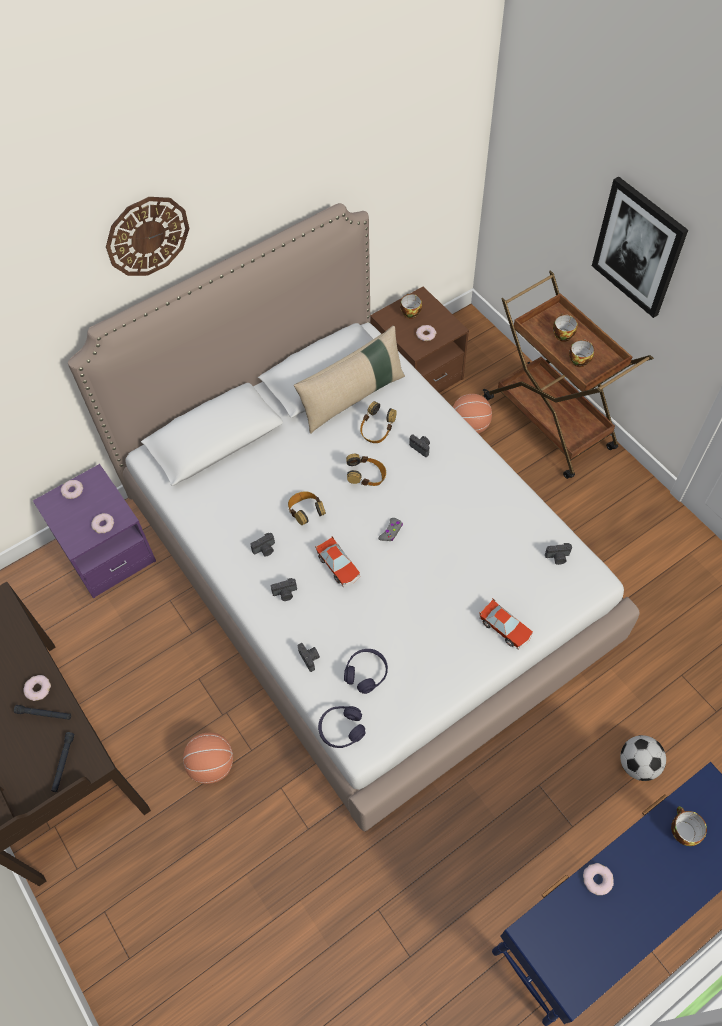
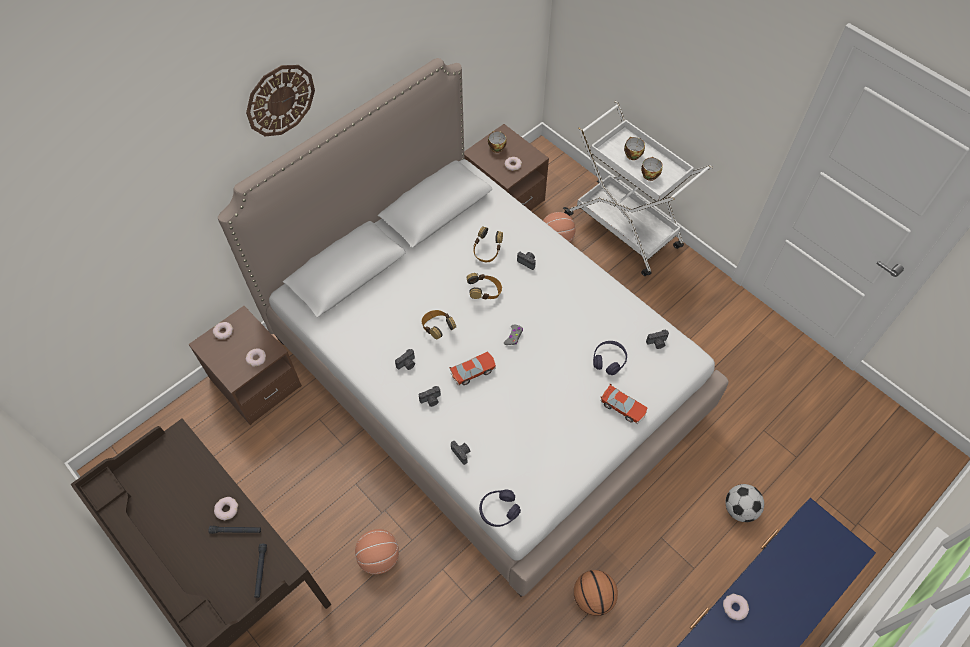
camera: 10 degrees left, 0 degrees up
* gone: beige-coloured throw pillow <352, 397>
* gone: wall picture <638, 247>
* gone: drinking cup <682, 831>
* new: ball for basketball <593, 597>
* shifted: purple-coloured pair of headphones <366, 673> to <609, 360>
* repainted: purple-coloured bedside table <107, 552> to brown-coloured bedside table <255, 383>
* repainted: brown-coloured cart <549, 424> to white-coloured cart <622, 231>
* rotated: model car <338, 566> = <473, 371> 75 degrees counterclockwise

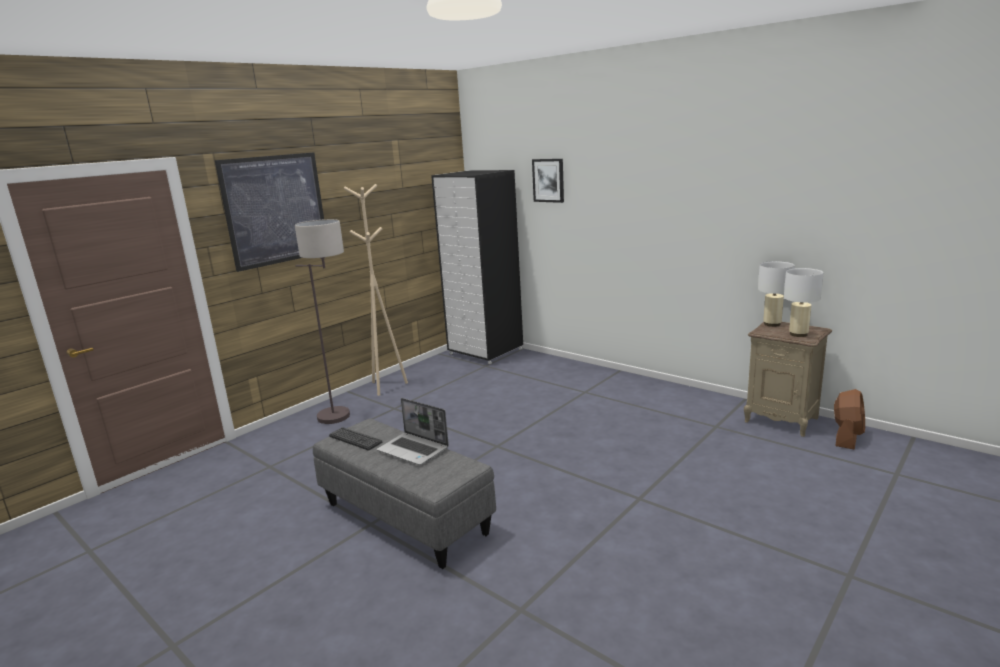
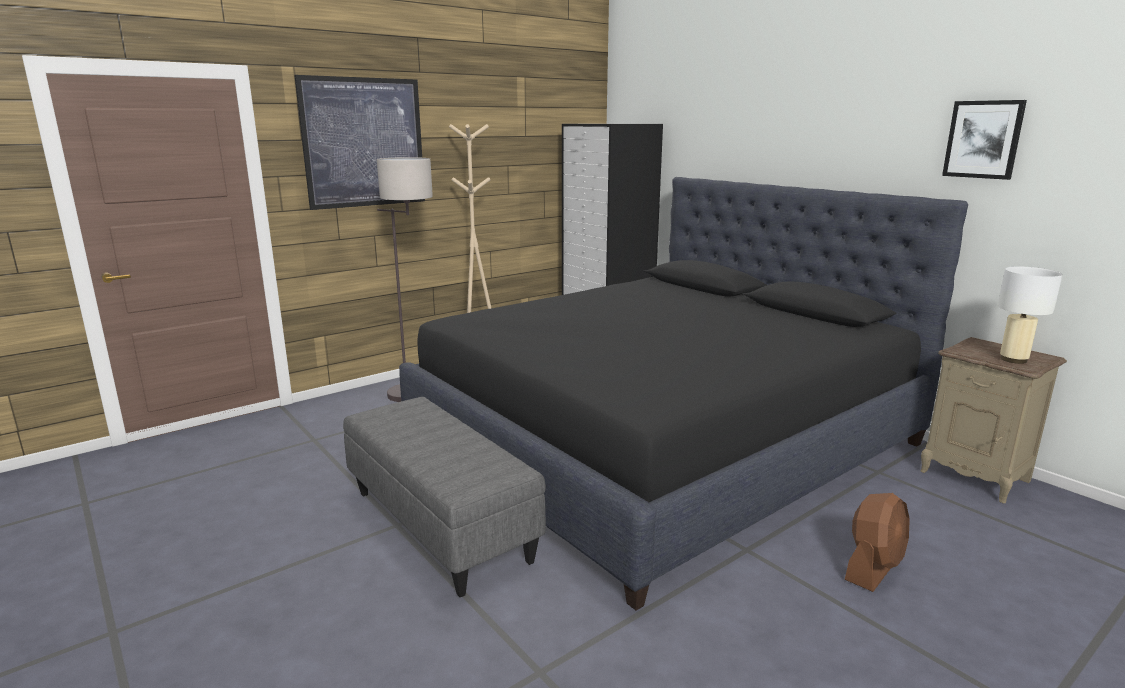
camera: 10 degrees right, 0 degrees up
* gone: keyboard <355, 439>
* gone: notebook computer <414, 450>
* gone: white-coloured table lamp <771, 324>
* new: blackish sleeping bed <661, 439>
* shifted: wall picture <548, 180> to <983, 139>
* shifted: brown-coloured electric fan <847, 437> to <873, 567>

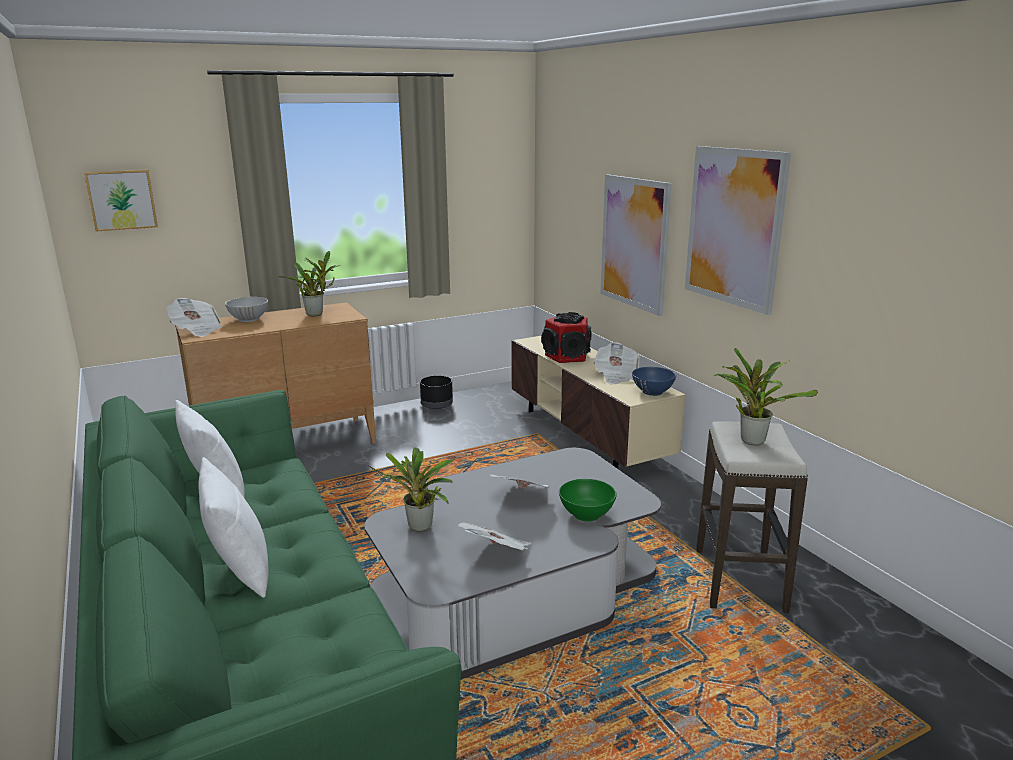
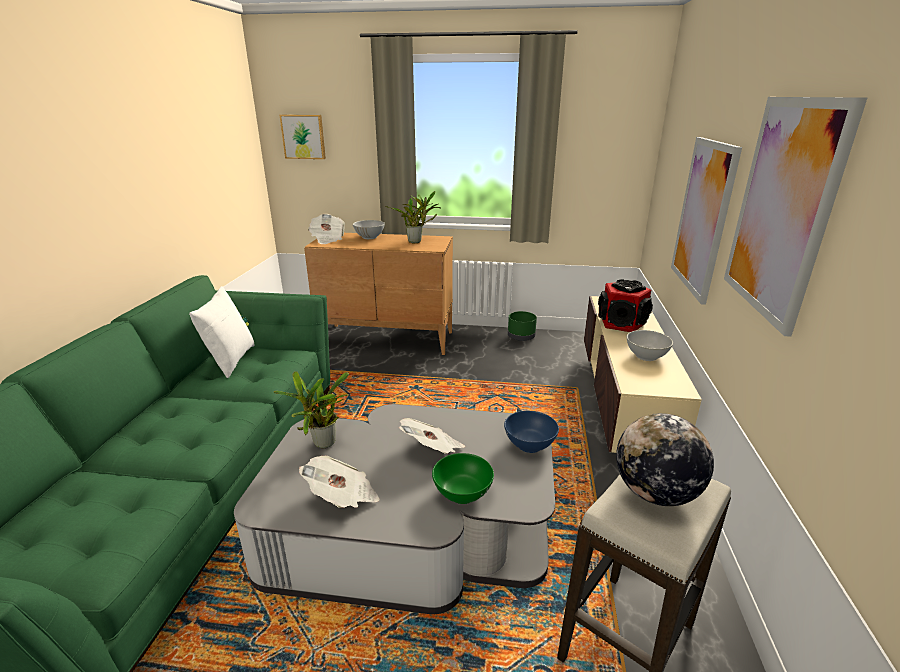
camera: 35 degrees right, 5 degrees up
* gone: white-coloured throw pillow <240, 572>
* shifted: blue bowl <653, 392> to <530, 445>
* swapped: daily paper <616, 376> to white-coloured bowl <646, 356>
* swapped: plant in a pot <750, 440> to desk globe <655, 493>
* repainted: blackish planter <436, 405> to green-coloured planter <520, 337>

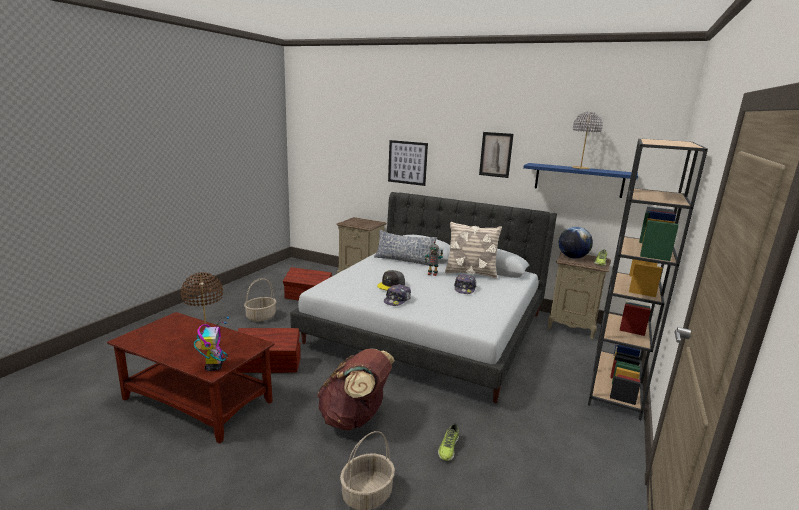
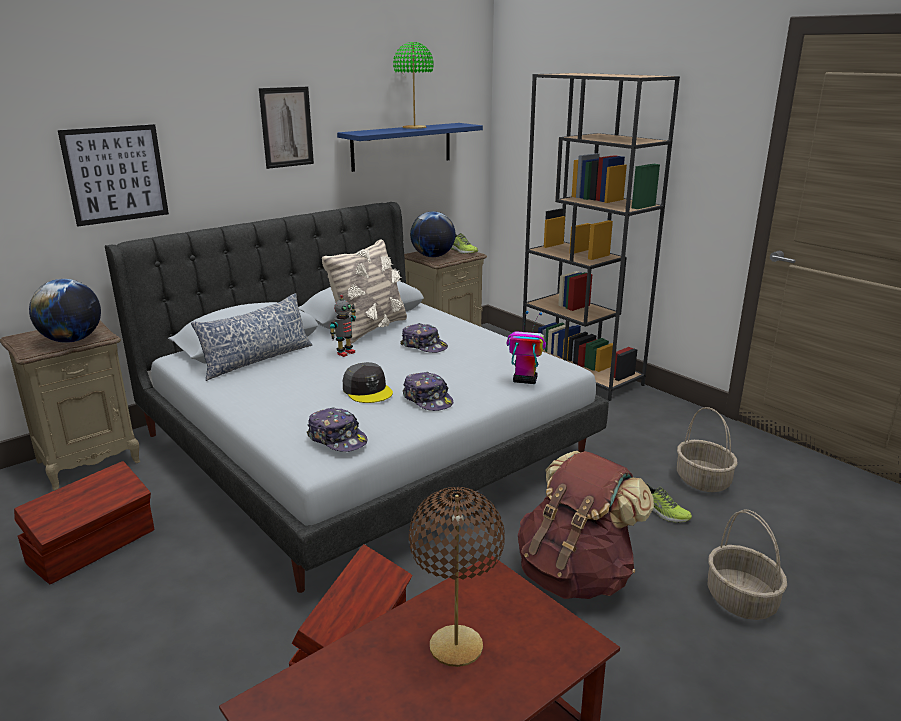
camera: 65 degrees left, 5 degrees up
* new: desk globe <72, 340>
* new: peaked cap <337, 439>
* shifted: toy robot <214, 366> to <524, 380>
* shifted: basket <261, 317> to <702, 480>
* repainted: gray table lamp <580, 168> to green-coloured table lamp <414, 128>

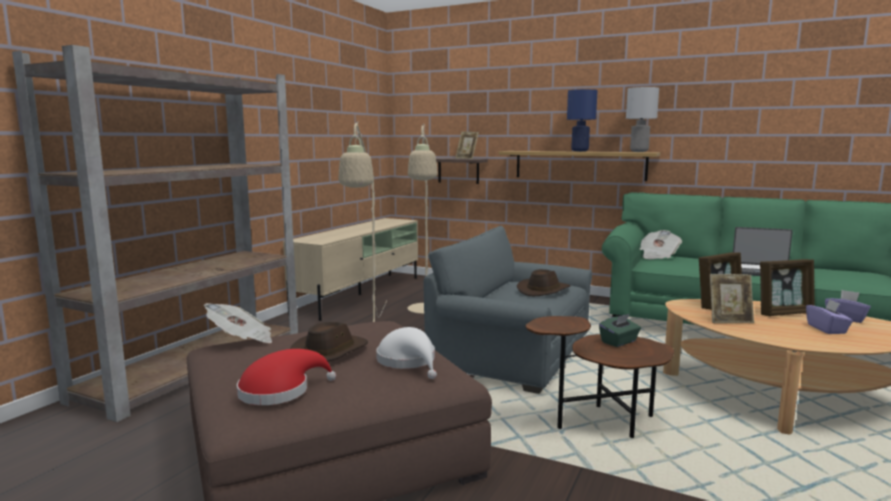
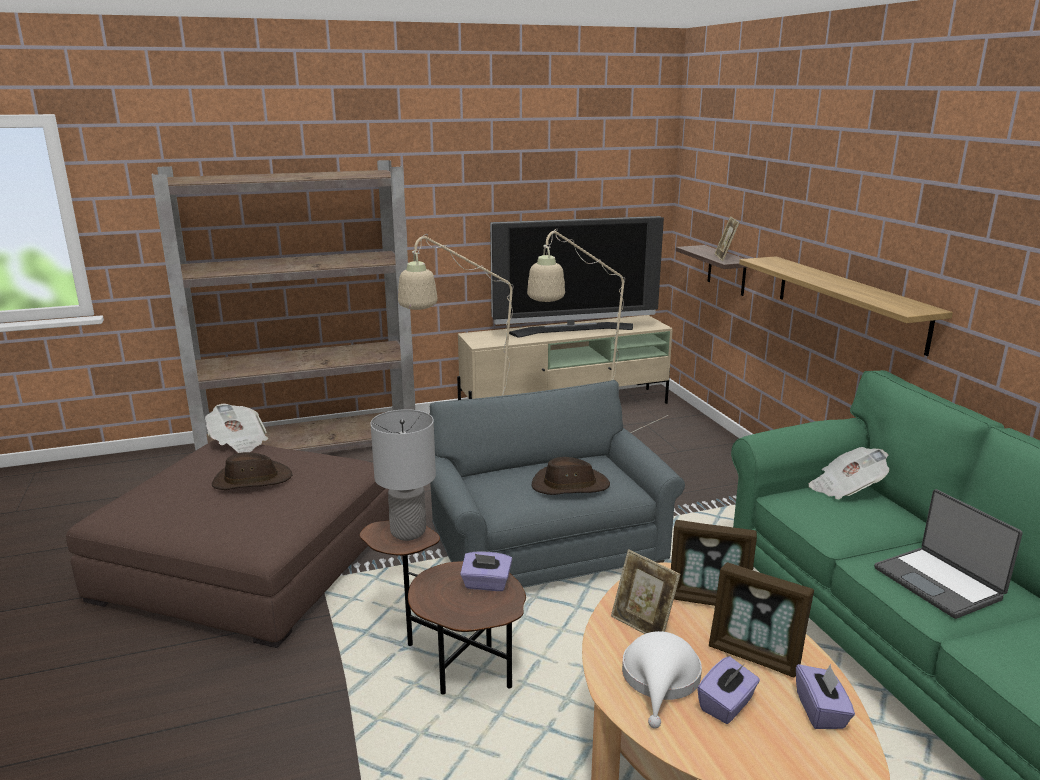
camera: 45 degrees right, 10 degrees up
* gone: reddish clothing hat <279, 391>
* gone: blue table lamp <580, 151>
* new: television <573, 330>
* shifted: white-coloured clothing hat <408, 361> to <660, 680>
* shifted: gray table lamp <639, 152> to <409, 534>
* repainted: green-coloured tissue holder <619, 342> to purple-coloured tissue holder <486, 584>

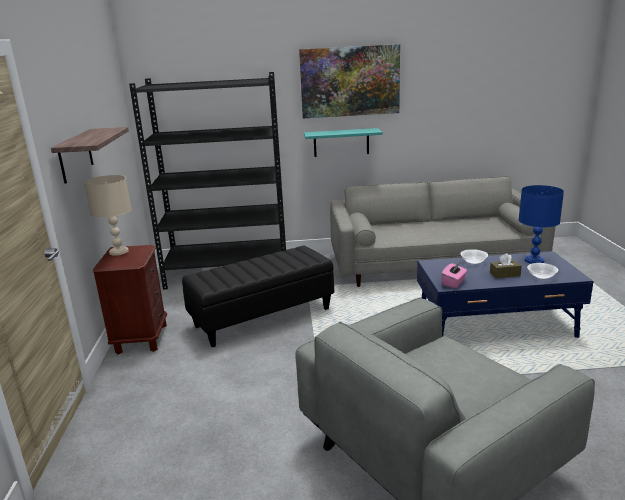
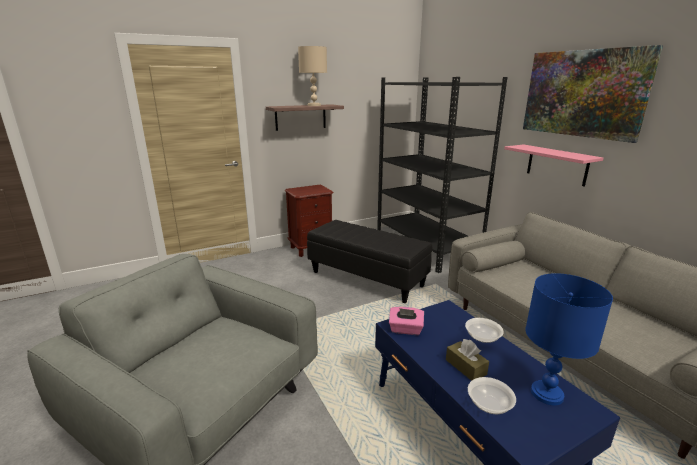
camera: 65 degrees right, 0 degrees up
* shifted: beige-coloured table lamp <118, 252> to <313, 105>
* repainted: turquoise-coloured shelf <341, 142> to pink-coloured shelf <557, 165>

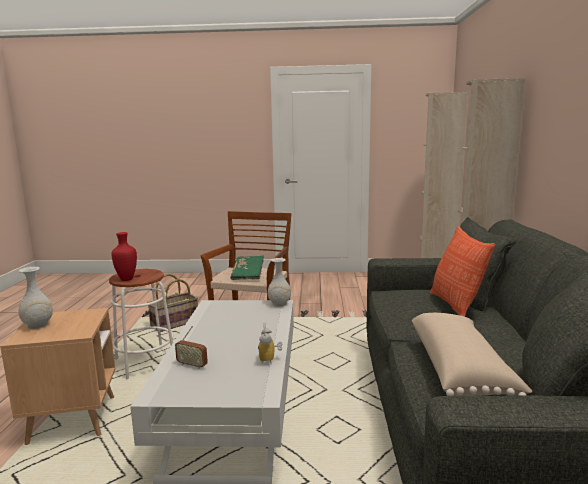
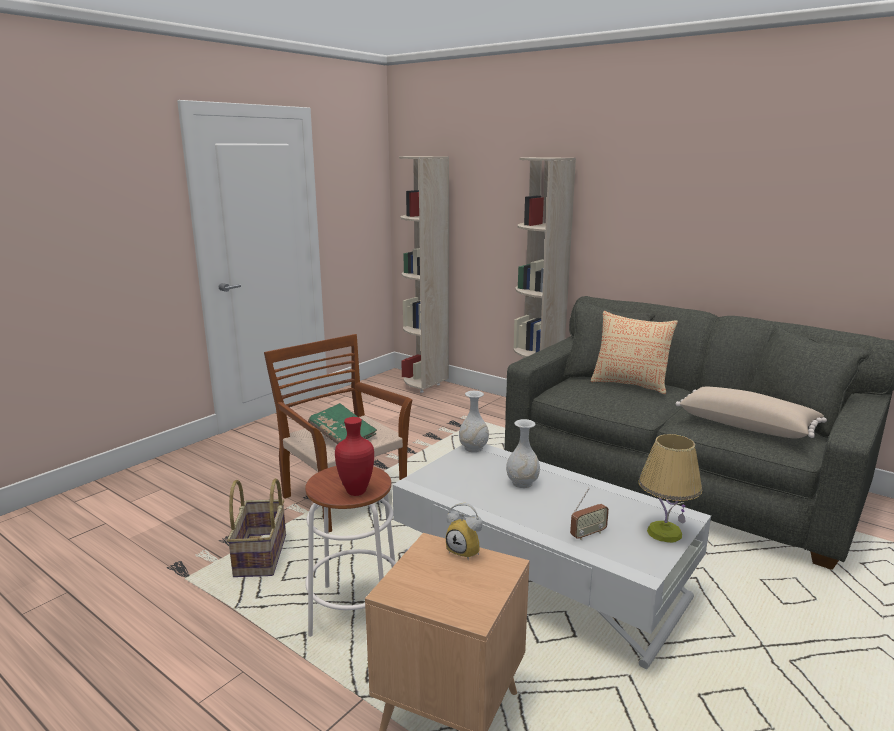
camera: 55 degrees left, 5 degrees up
* new: table lamp <664, 532>
* shifted: white-coloured decorative vase <38, 325> to <523, 483>
* shifted: bedside clock <270, 360> to <466, 551>
* repainted: orange throw pillow <456, 305> to beige-coloured throw pillow <630, 385>

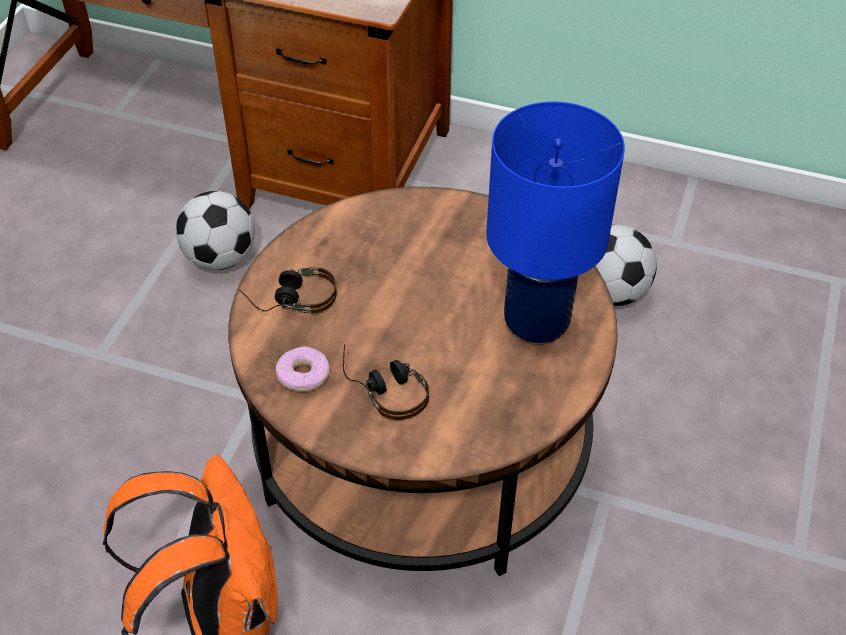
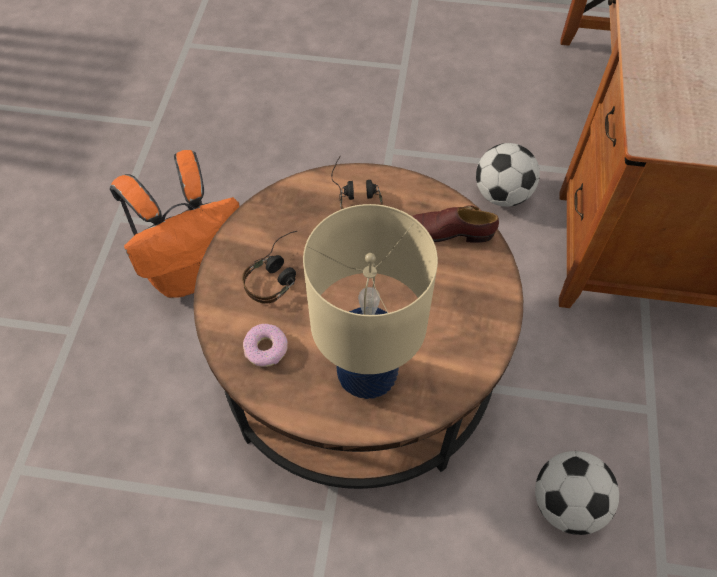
camera: 80 degrees right, 10 degrees up
* new: brown-coloured low shoe <448, 232>
* shifted: ring doughnut <303, 374> to <266, 348>
* repainted: blue table lamp <535, 324> to beige-coloured table lamp <366, 374>

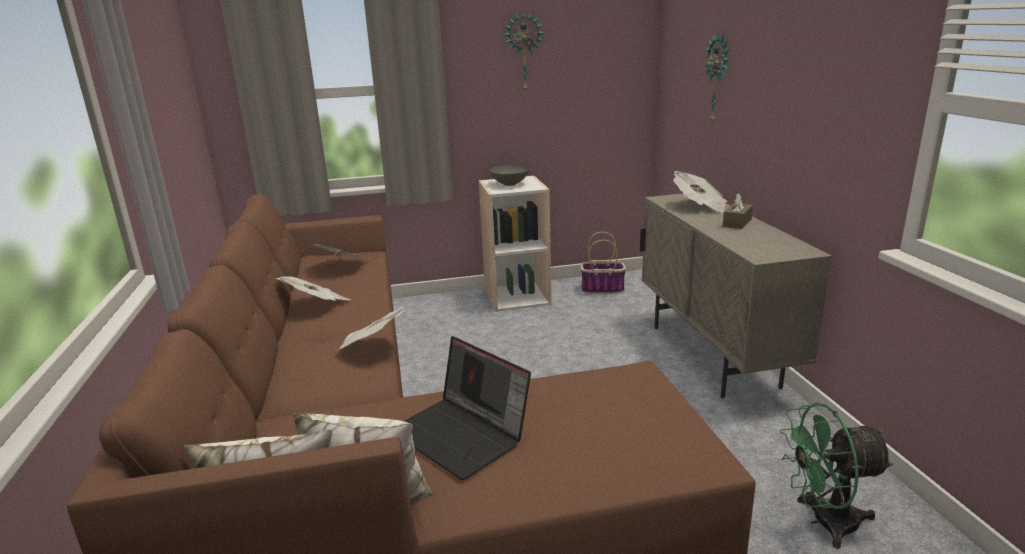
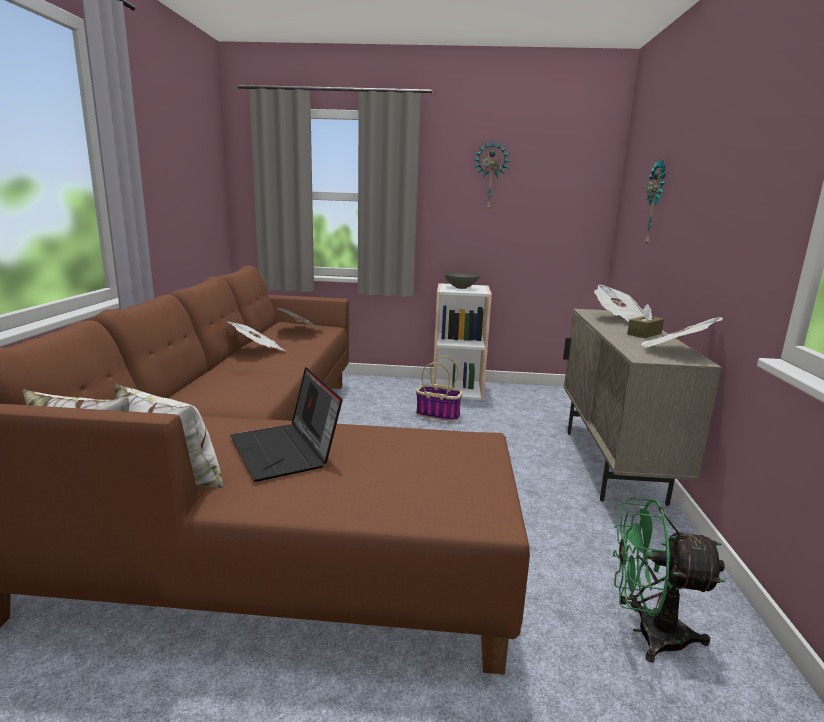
camera: 15 degrees right, 5 degrees down
* shifted: daily paper <372, 345> to <674, 351>
* shifted: basket <603, 289> to <439, 414>

